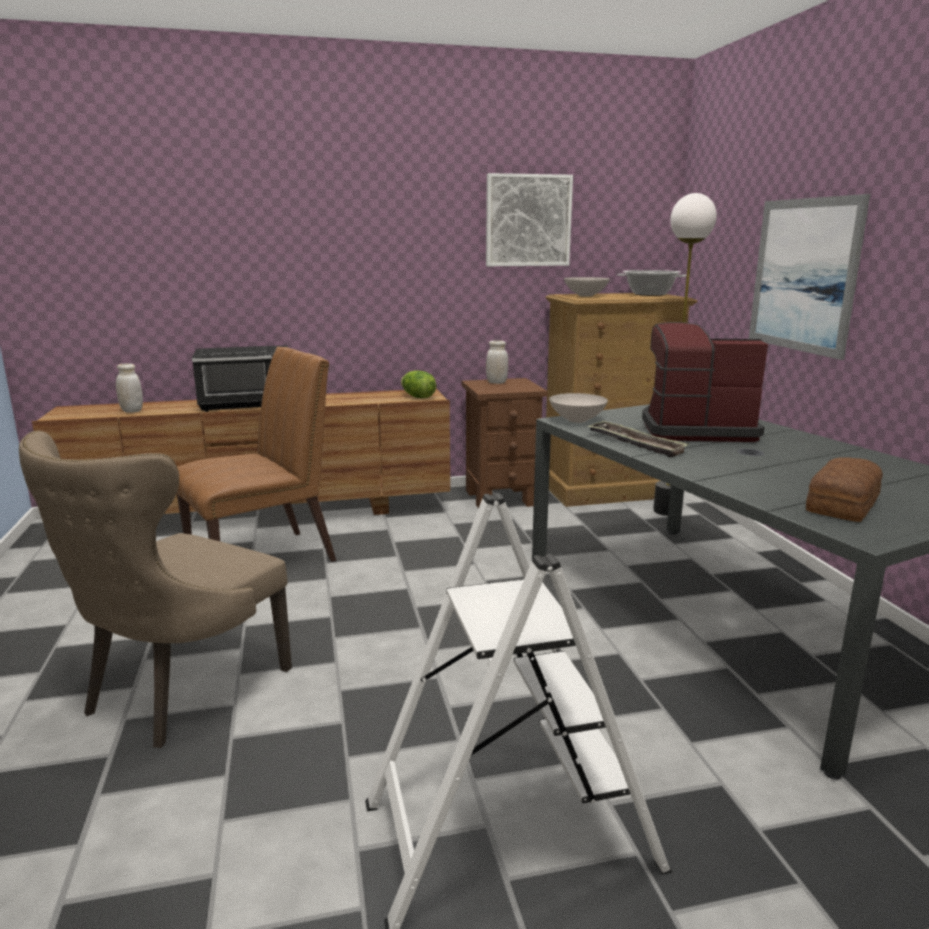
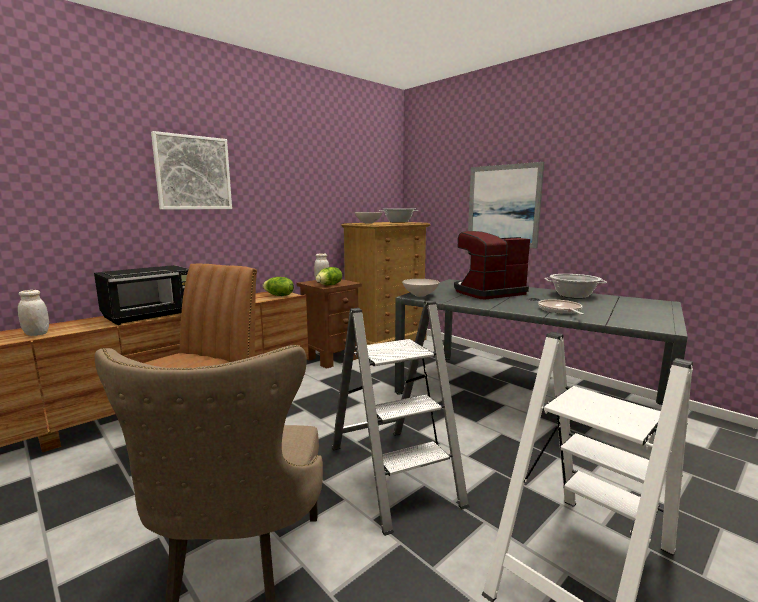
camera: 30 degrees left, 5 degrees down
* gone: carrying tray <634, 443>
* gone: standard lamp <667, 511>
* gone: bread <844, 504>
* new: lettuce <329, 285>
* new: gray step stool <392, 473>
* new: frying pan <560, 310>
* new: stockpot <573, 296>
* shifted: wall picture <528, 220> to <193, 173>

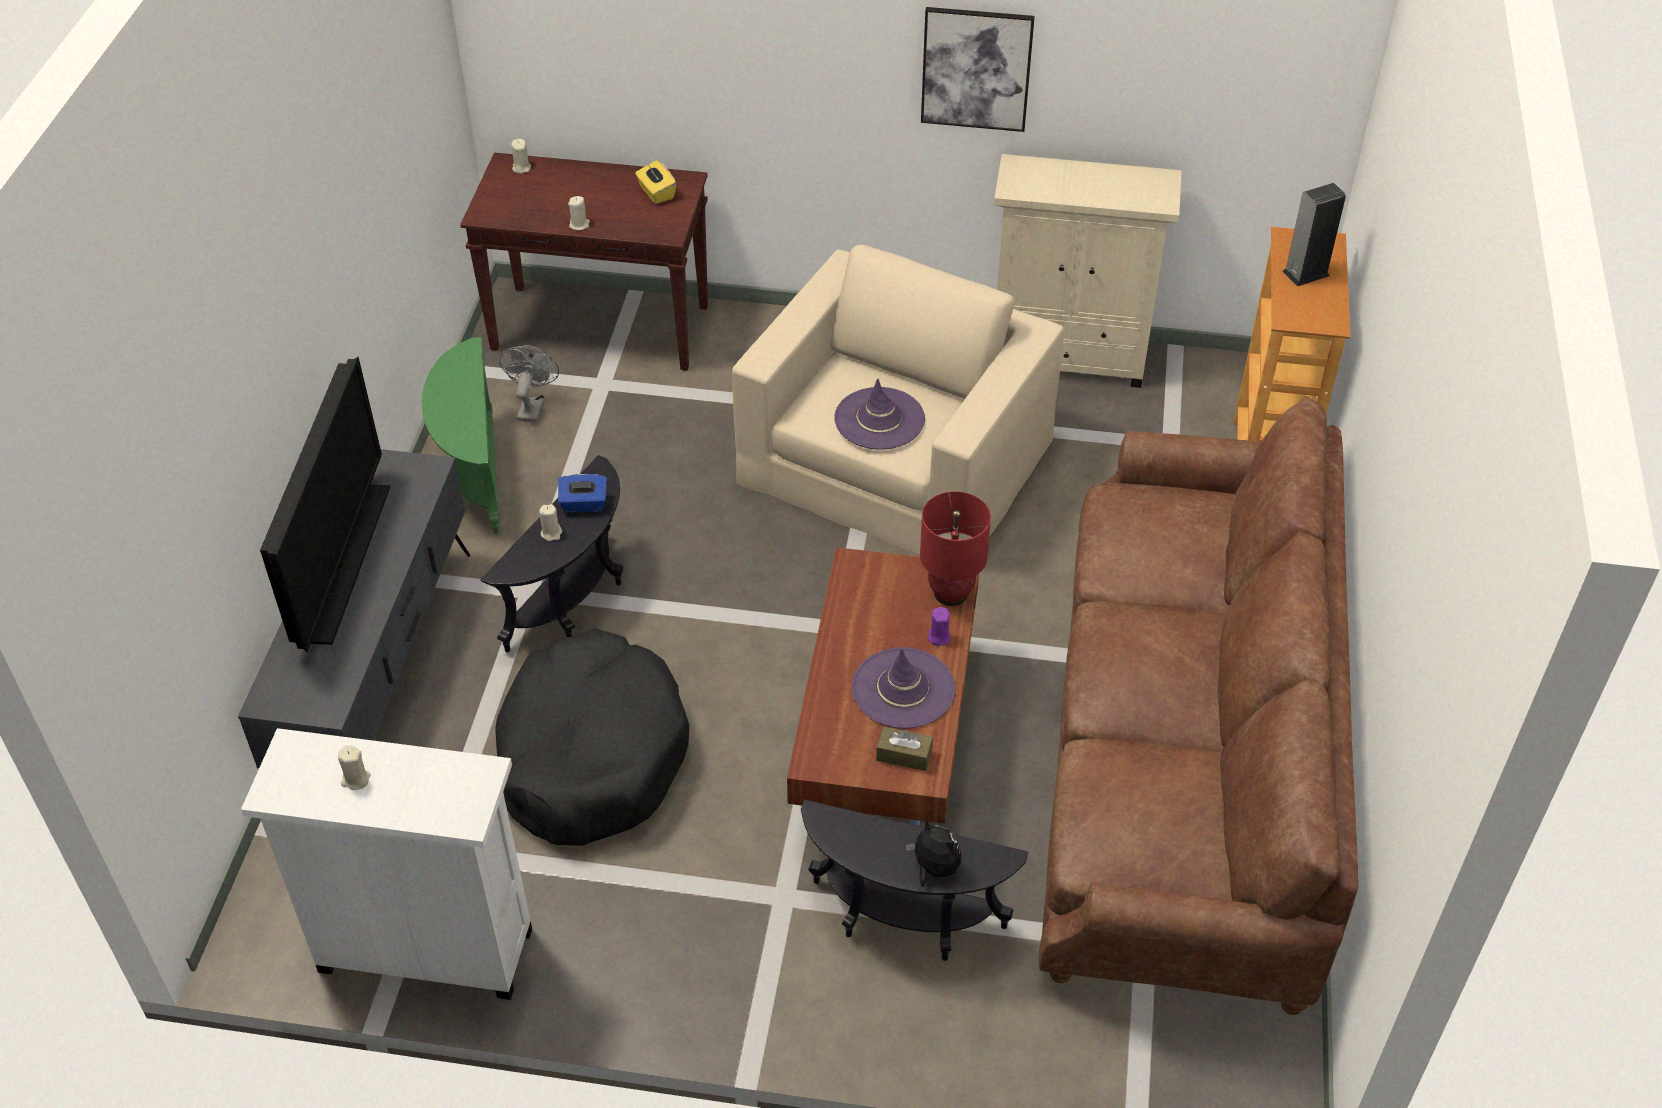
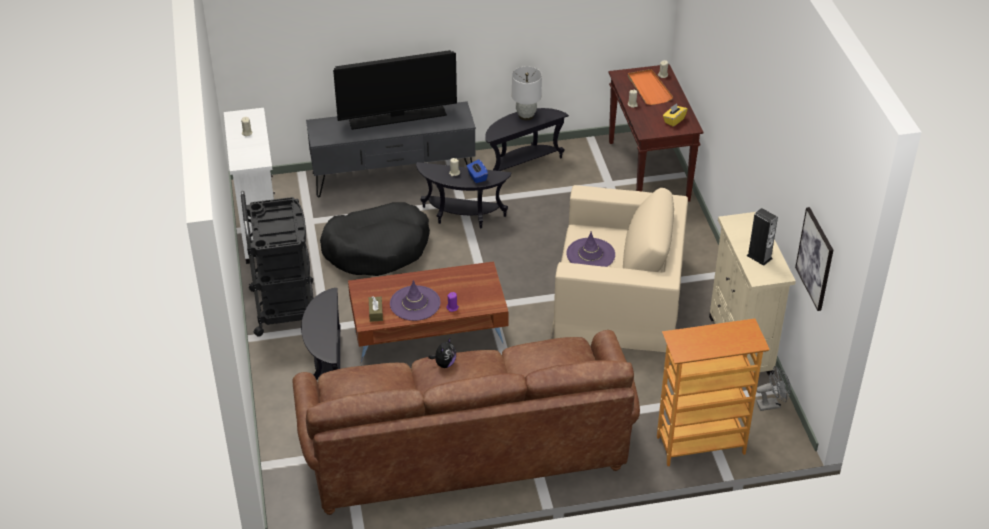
camera: 70 degrees right, 5 degrees down
* gone: reddish table lamp <950, 593>
* new: blackish cart <285, 308>
* new: white-coloured table lamp <526, 116>
* new: orange carrying tray <649, 89>
* shifted: gray electric fan <532, 406> to <771, 404>
* shifted: cuddly toy <934, 869> to <444, 364>
* shifted: wall picture <976, 68> to <815, 258>
* shifted: loudspeaker <1305, 273> to <759, 257>
* repainted: green-coloured end table <474, 477> to blackish end table <521, 164>

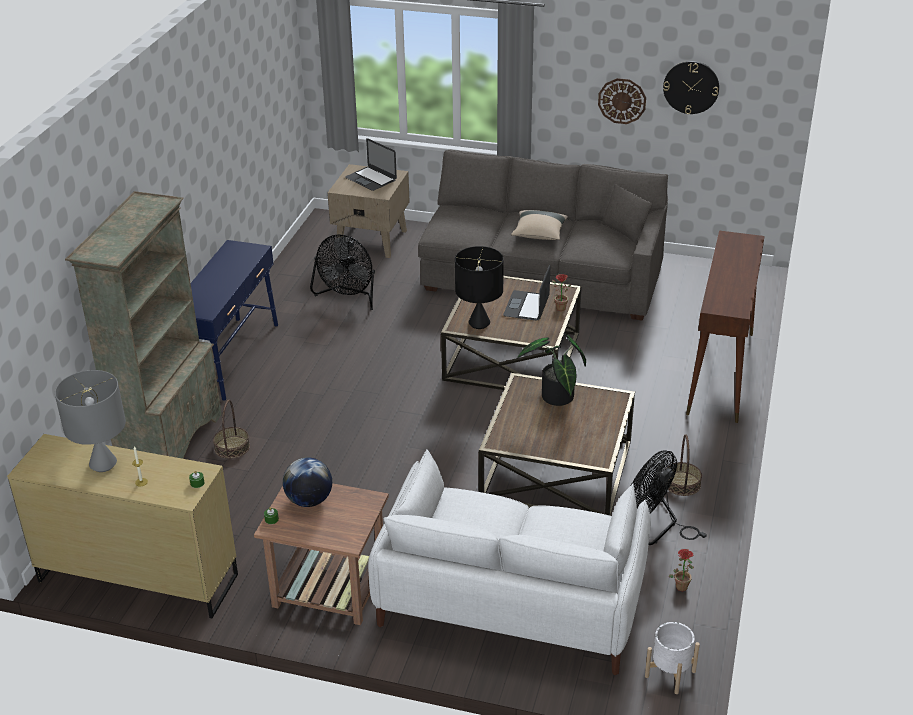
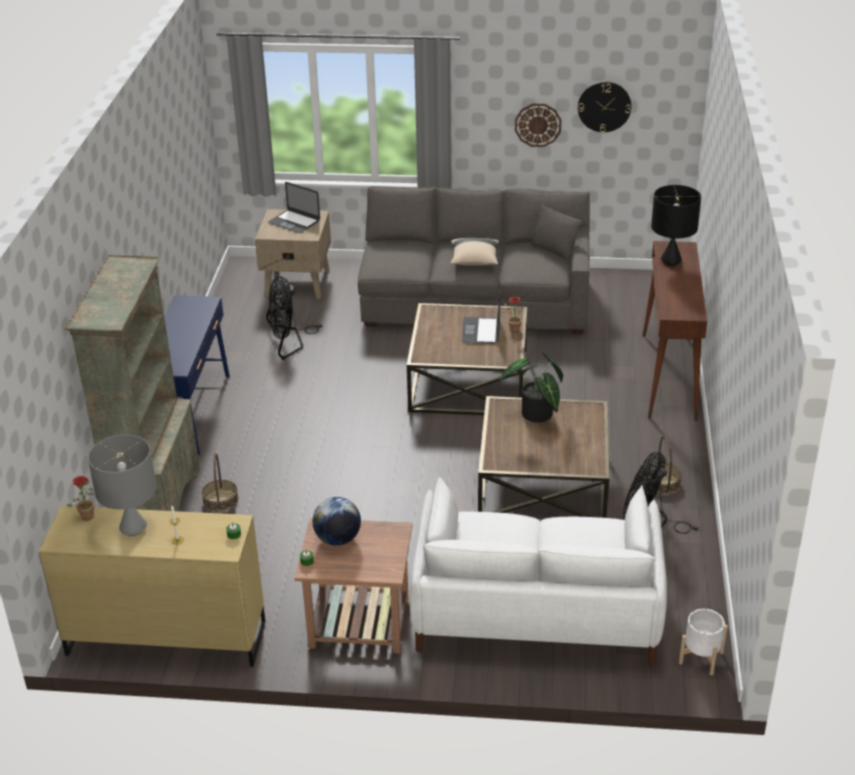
camera: 10 degrees left, 0 degrees up
* shifted: blackish table lamp <479, 324> to <671, 261>
* shifted: plant in a pot <680, 585> to <87, 515>
* rotated: blackish electric fan <347, 295> = <290, 339> 60 degrees clockwise

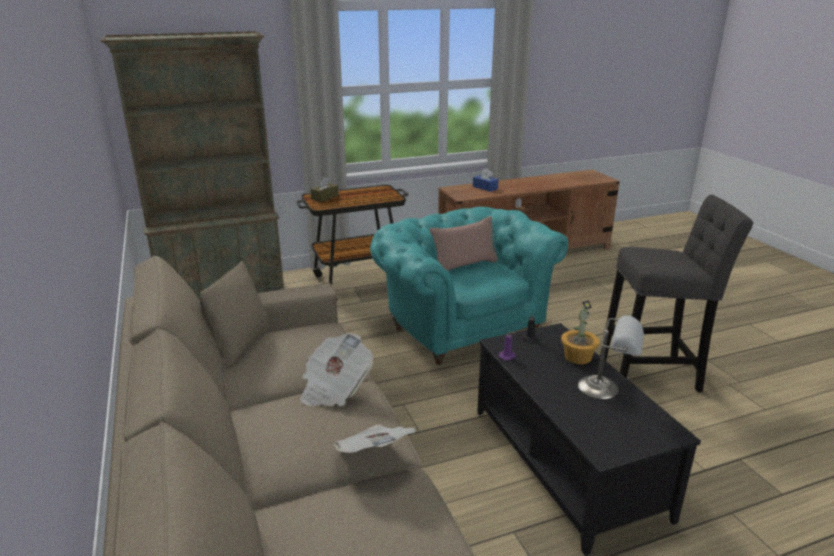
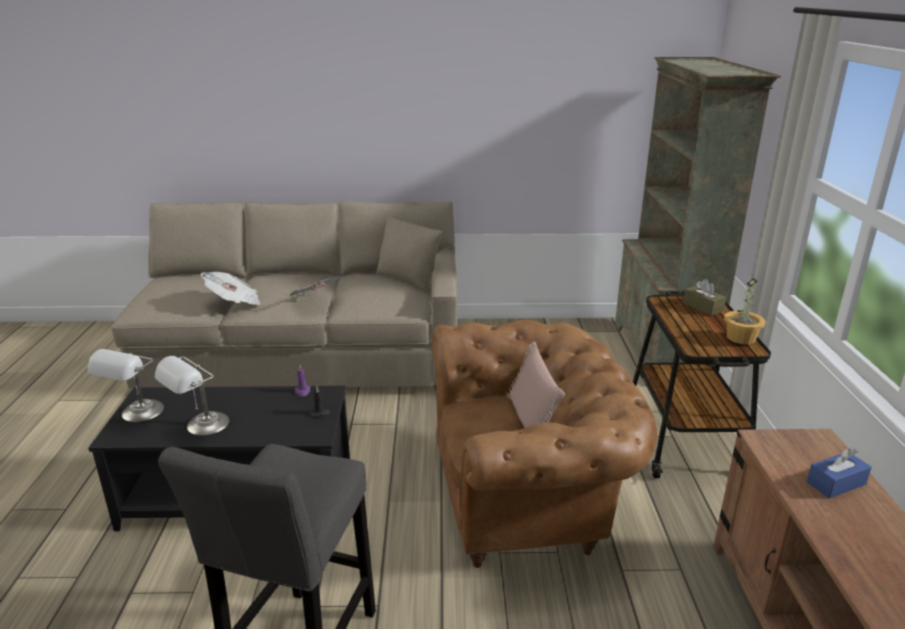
camera: 110 degrees right, 0 degrees up
* new: white-coloured table lamp <137, 415>
* shifted: plant in a pot <577, 356> to <741, 338>
* repainted: turquoise-coloured armchair <459, 327> to brown-coloured armchair <529, 500>

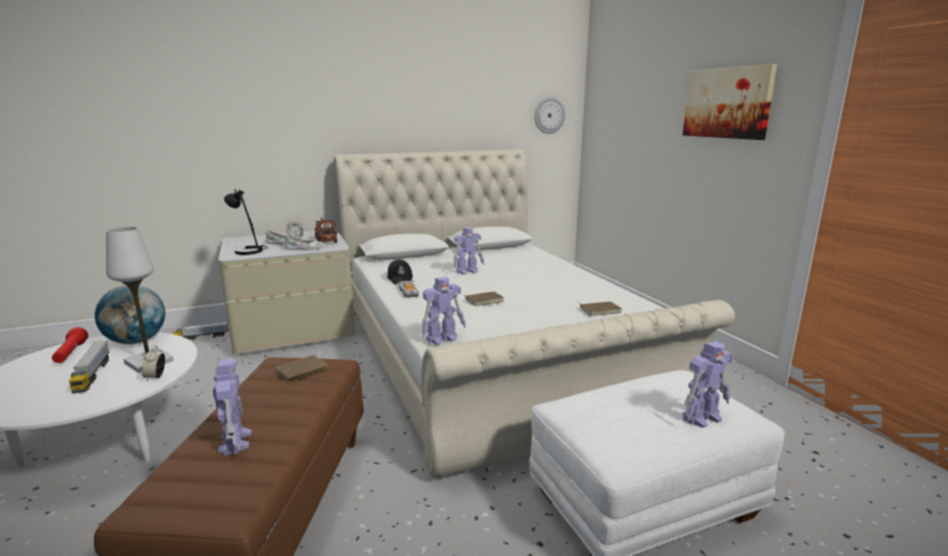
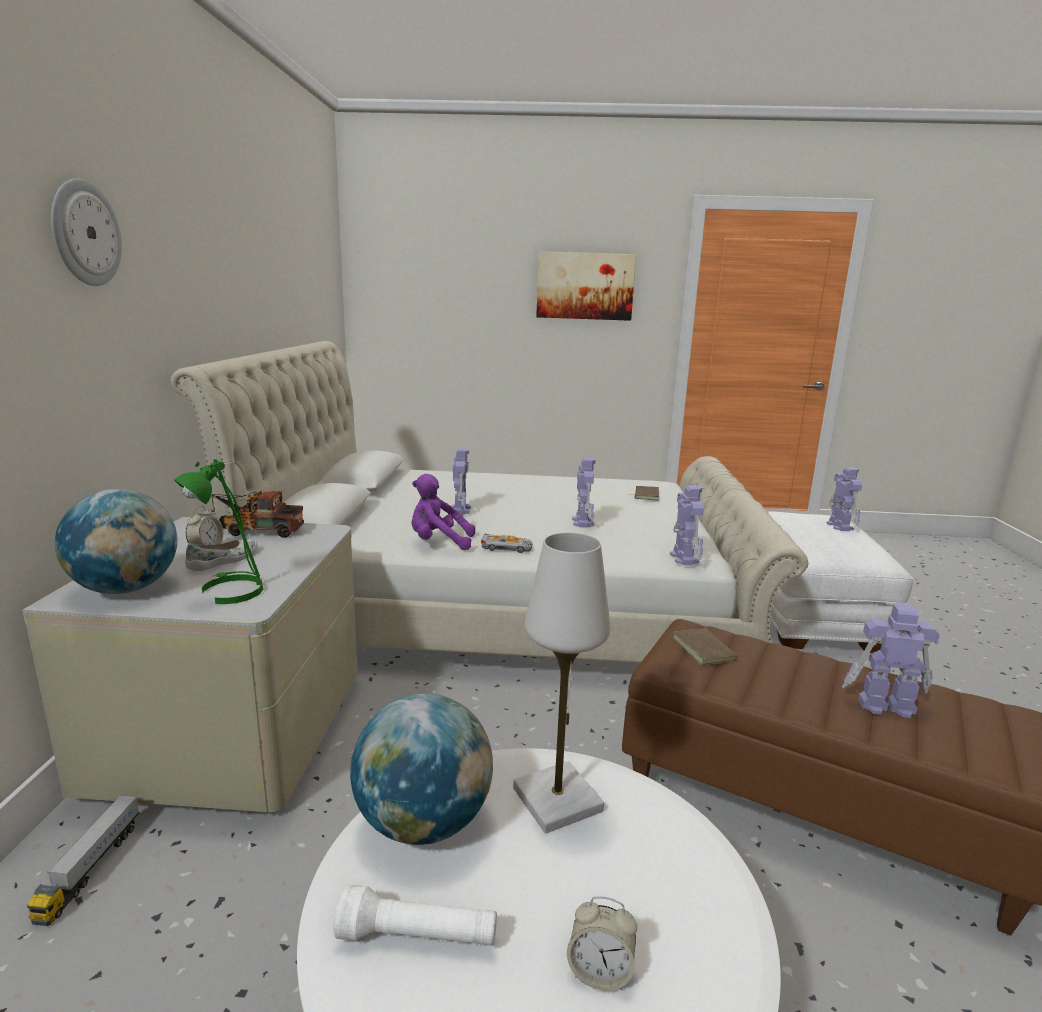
camera: 65 degrees left, 0 degrees up
* gone: toy truck <92, 375>
* gone: white-coloured low shoe <305, 248>
* new: desk globe <126, 589>
* shifted: bedside clock <156, 377> to <599, 972>
* shifted: wall clock <549, 115> to <85, 233>
* swapped: blackish peaked cap <400, 278> to purple-coloured cuddly toy <439, 543>
* swapped: brown-coloured volume <484, 300> to toy robot <582, 522>
* repainted: reddish hand torch <70, 353> to white-coloured hand torch <418, 937>
* repainted: blackish table lamp <250, 251> to green-coloured table lamp <230, 590>

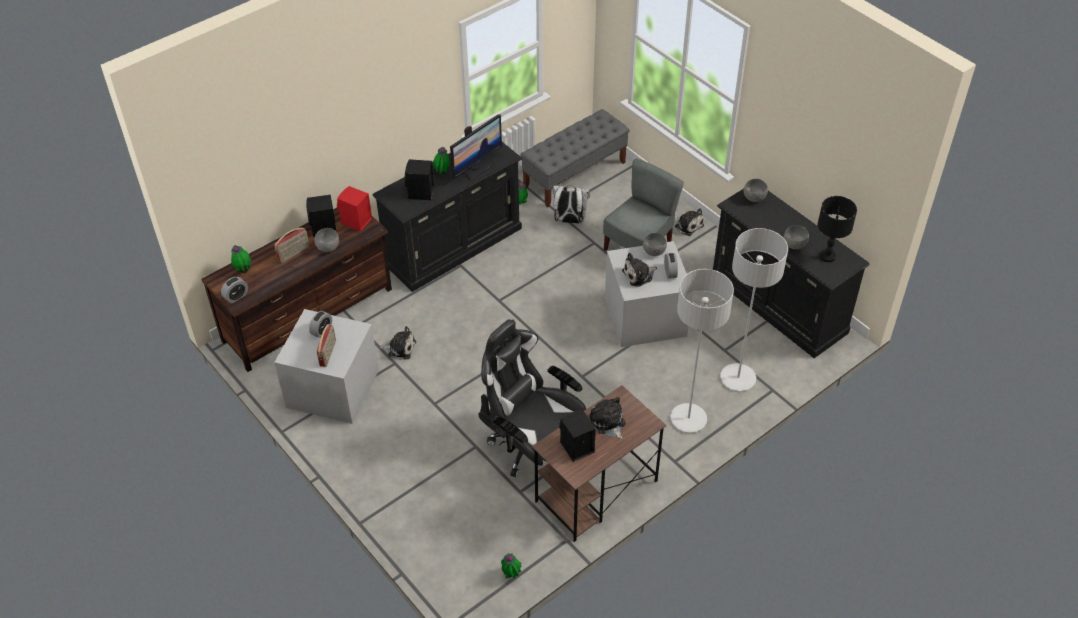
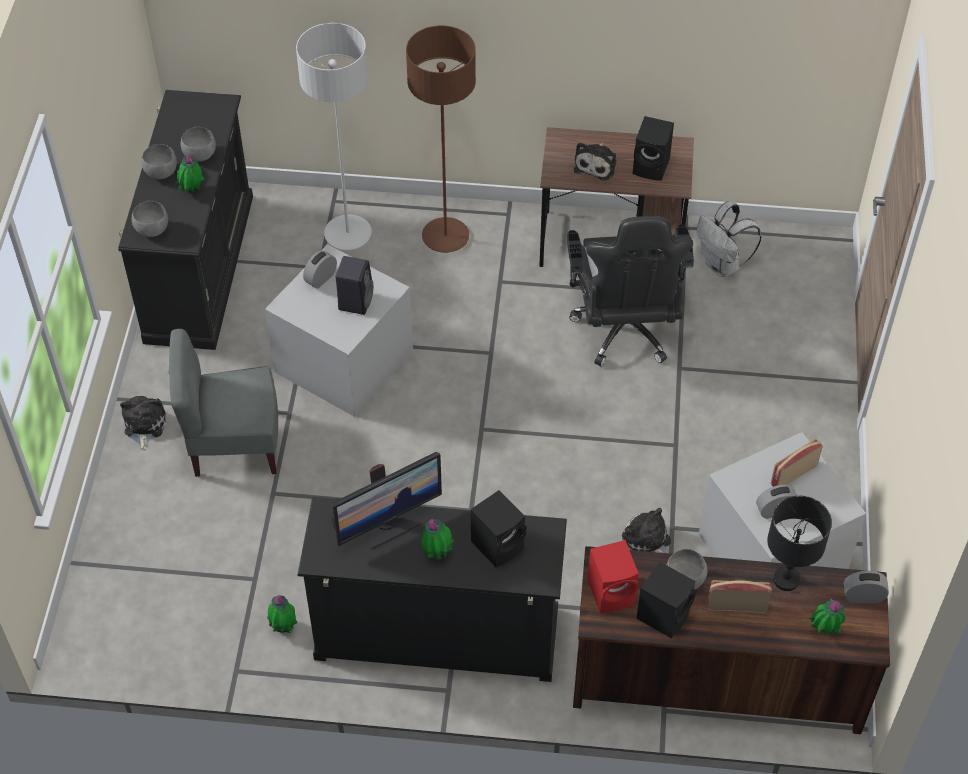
camera: 135 degrees left, 5 degrees up
* gone: gray bench <575, 174>
* shifted: plant in a pot <511, 574> to <192, 191>
* shifted: white-coloured rucksack <569, 220> to <722, 265>
* shifted: gray bowl <654, 252> to <161, 172>
* shifted: blackish table lamp <827, 256> to <786, 580>
* swapped: cuddly toy <639, 275> to blackish loudspeaker <355, 300>
* repainted: gray standard lamp <688, 419> to brown-coloured standard lamp <445, 237>
* rotated: computer display <476, 168> = <388, 525> 150 degrees clockwise

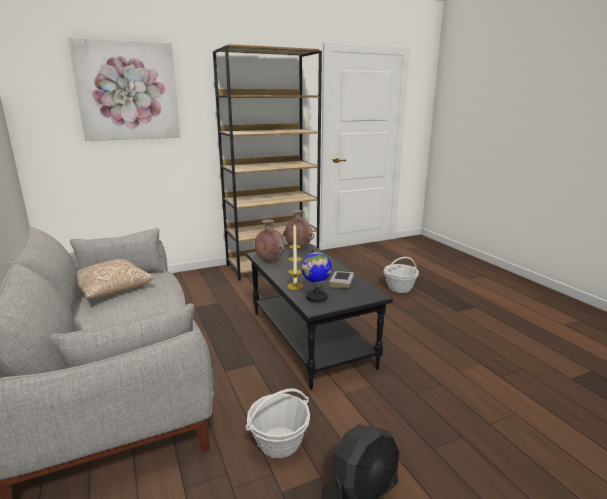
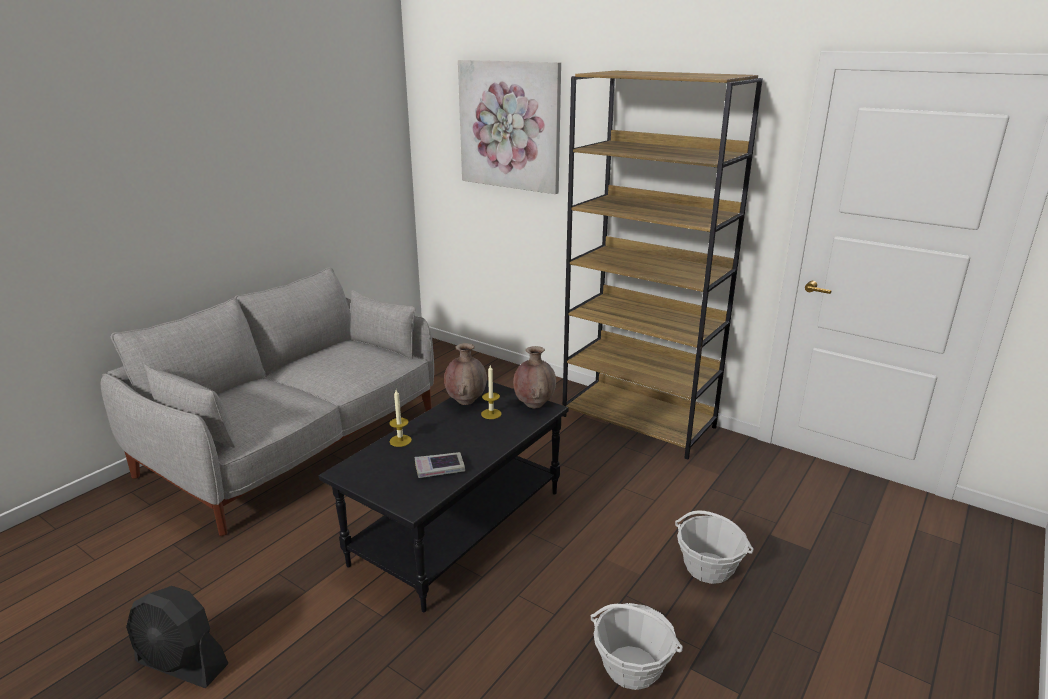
camera: 60 degrees right, 5 degrees up
* gone: throw pillow <111, 289>
* gone: desk globe <316, 297>
* shifted: basket <279, 442> to <632, 667>

